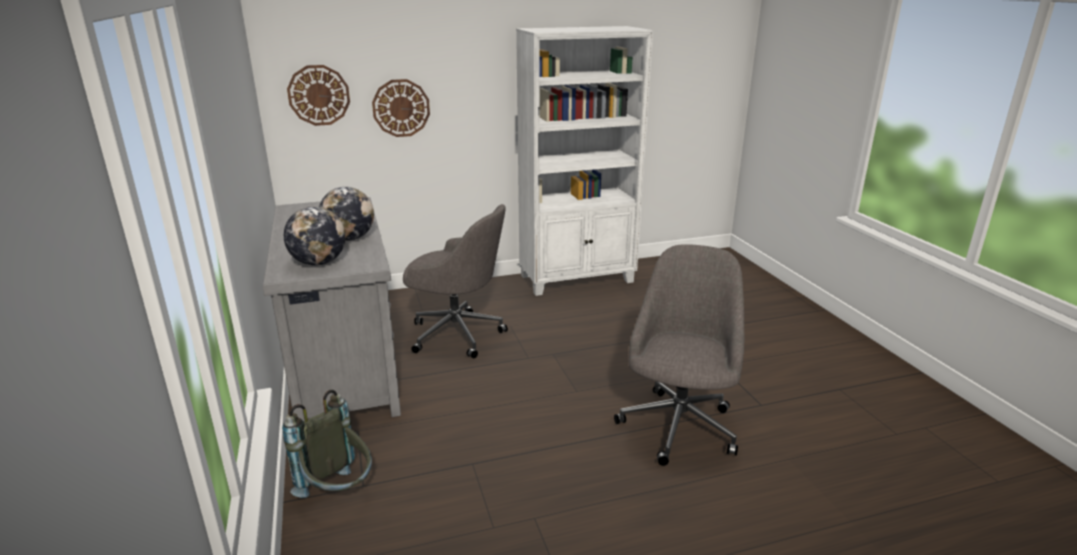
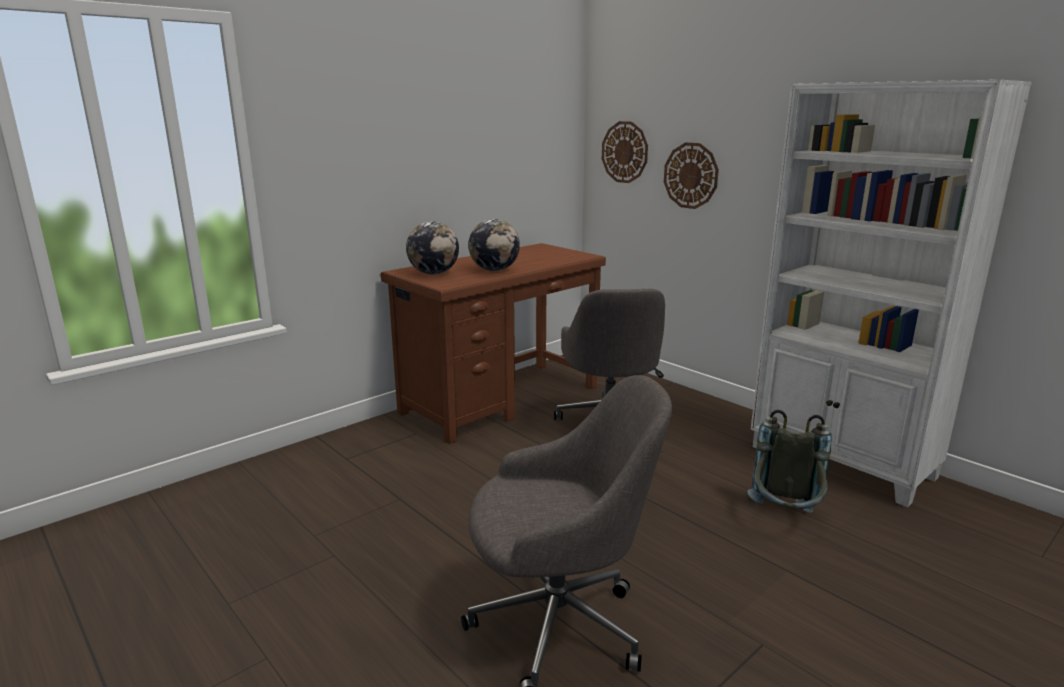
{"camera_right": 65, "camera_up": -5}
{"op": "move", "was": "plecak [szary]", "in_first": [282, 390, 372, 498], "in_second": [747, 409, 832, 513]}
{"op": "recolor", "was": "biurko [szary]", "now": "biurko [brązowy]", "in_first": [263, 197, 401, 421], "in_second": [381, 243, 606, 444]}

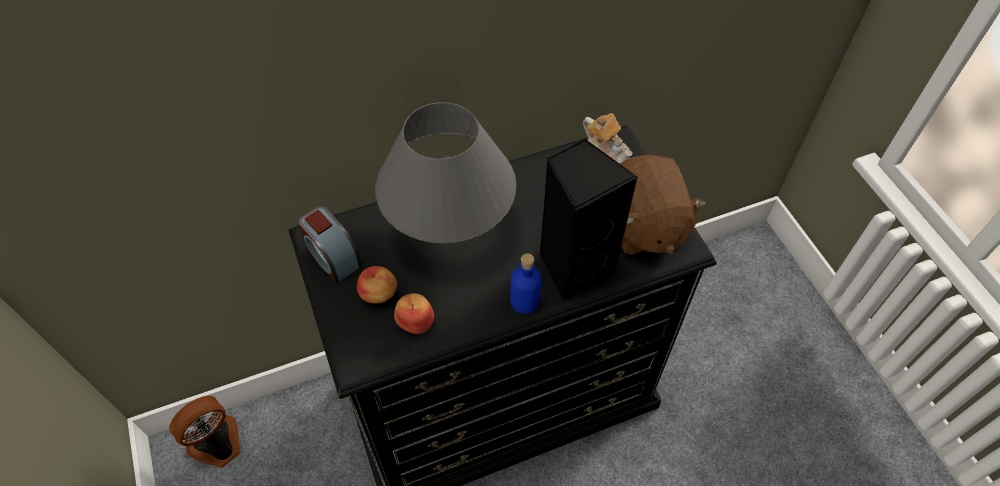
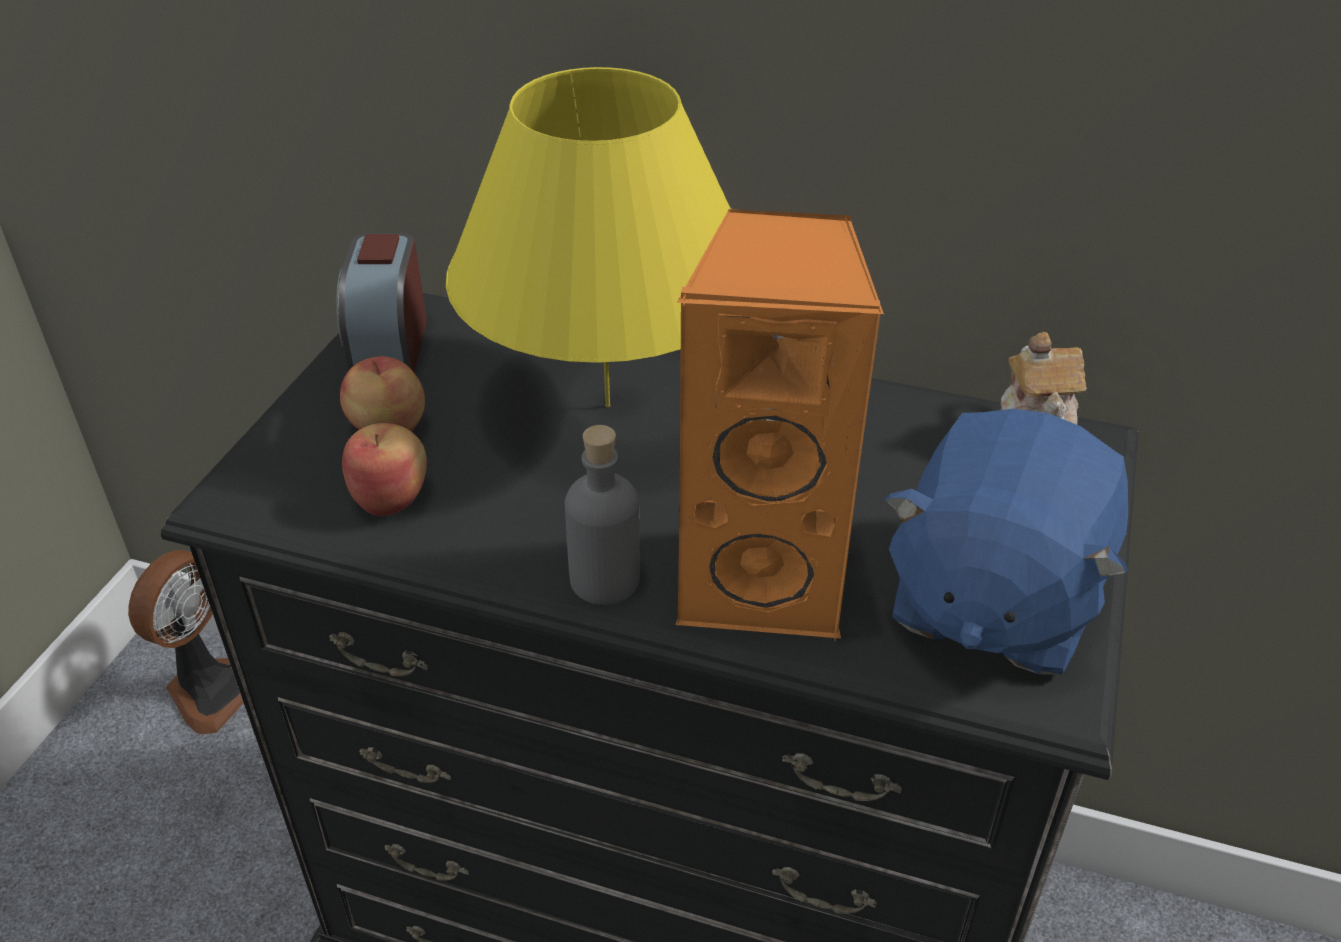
{"camera_right": 40, "camera_up": -15}
{"op": "recolor", "was": "lampa stołowa [szary]", "now": "lampa stołowa [żółty]", "in_first": [375, 102, 516, 243], "in_second": [446, 67, 731, 407]}
{"op": "recolor", "was": "butelka [niebieski]", "now": "butelka [szary]", "in_first": [510, 253, 542, 314], "in_second": [565, 425, 640, 605]}
{"op": "recolor", "was": "głośnik [czarny]", "now": "głośnik [pomarańczowy]", "in_first": [540, 139, 638, 302], "in_second": [675, 207, 884, 640]}
{"op": "recolor", "was": "pluszak [brązowy]", "now": "pluszak [niebieski]", "in_first": [620, 155, 707, 254], "in_second": [885, 409, 1129, 675]}
{"op": "rotate", "was": "wentylator", "in_first": [169, 396, 240, 468], "in_second": [128, 550, 243, 734], "clockwise": 120}

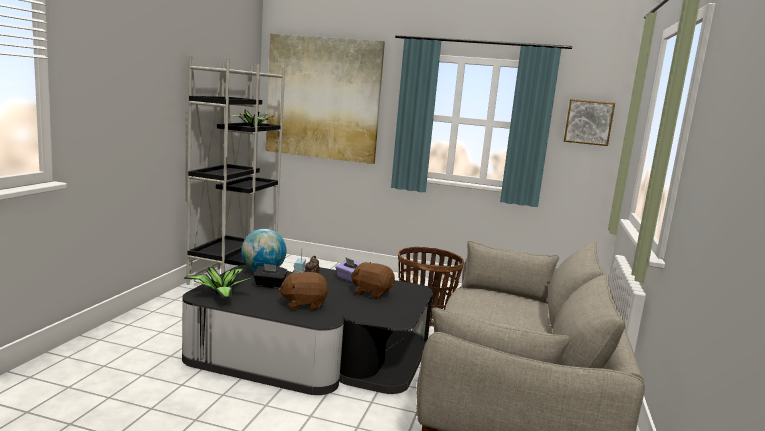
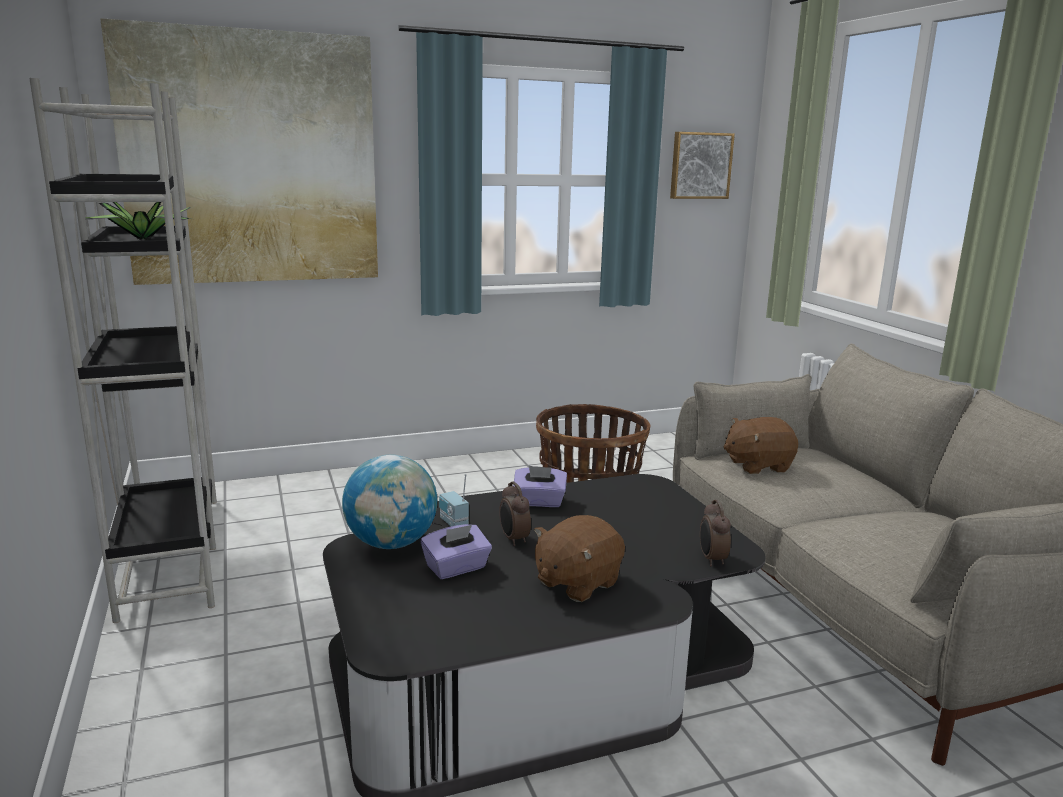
{"camera_right": -35, "camera_up": 5}
{"op": "delete", "was": "roślina doniczkowa", "in_first": [183, 267, 253, 298]}
{"op": "insert", "now": "budzik", "in_second": [700, 499, 731, 566]}
{"op": "move", "was": "pluszak [brązowy]", "in_first": [351, 262, 395, 299], "in_second": [724, 417, 798, 474]}
{"op": "recolor", "was": "pudełko chusteczek [czarny]", "now": "pudełko chusteczek [fioletowy]", "in_first": [254, 264, 287, 289], "in_second": [421, 524, 492, 579]}

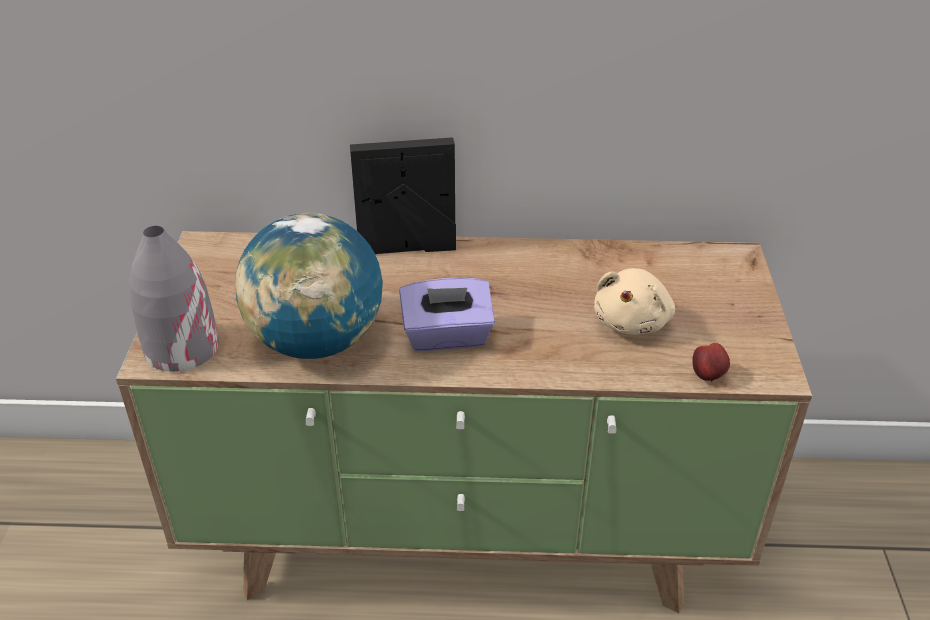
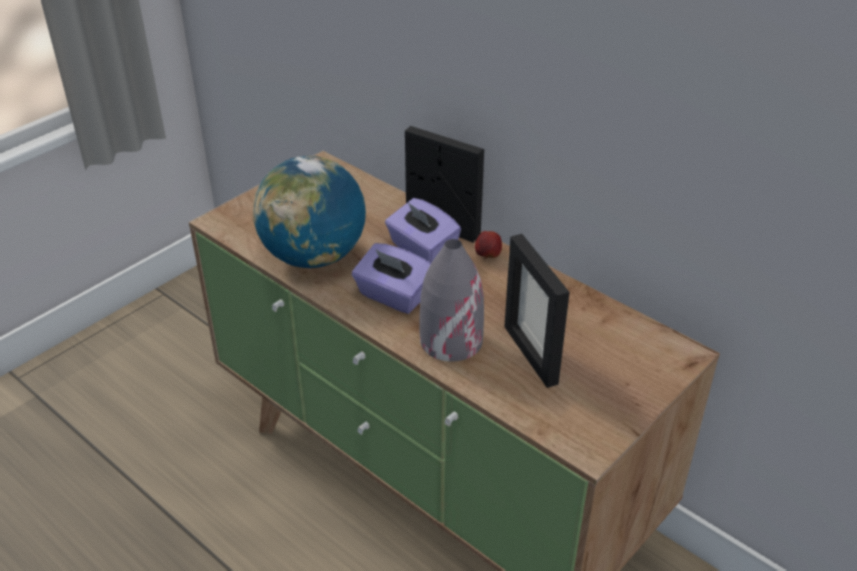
{"camera_right": 40, "camera_up": 0}
{"op": "insert", "now": "pudełko chusteczek [fioletowy]", "in_second": [385, 198, 461, 263]}
{"op": "move", "was": "wazon [szary]", "in_first": [129, 226, 219, 372], "in_second": [420, 239, 484, 362]}
{"op": "move", "was": "jabłko", "in_first": [692, 343, 730, 382], "in_second": [475, 231, 502, 259]}
{"op": "replace", "was": "pluszak [beżowy]", "now": "ramka na zdjęcie", "in_first": [594, 268, 675, 335], "in_second": [504, 234, 570, 388]}

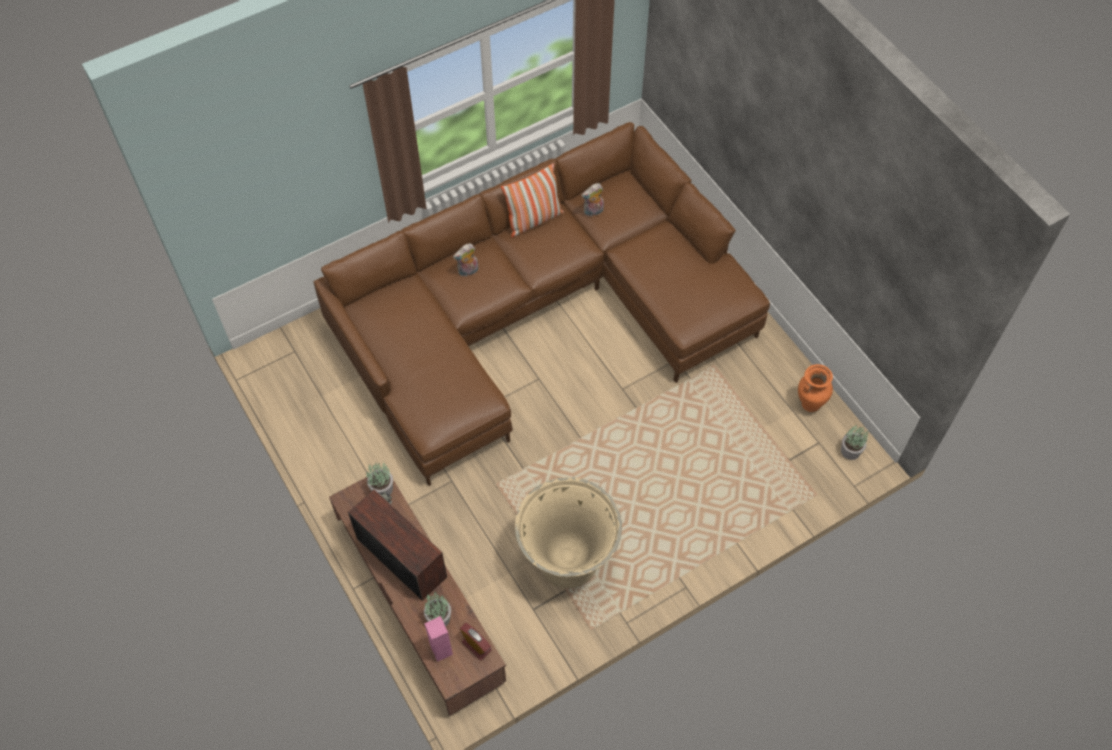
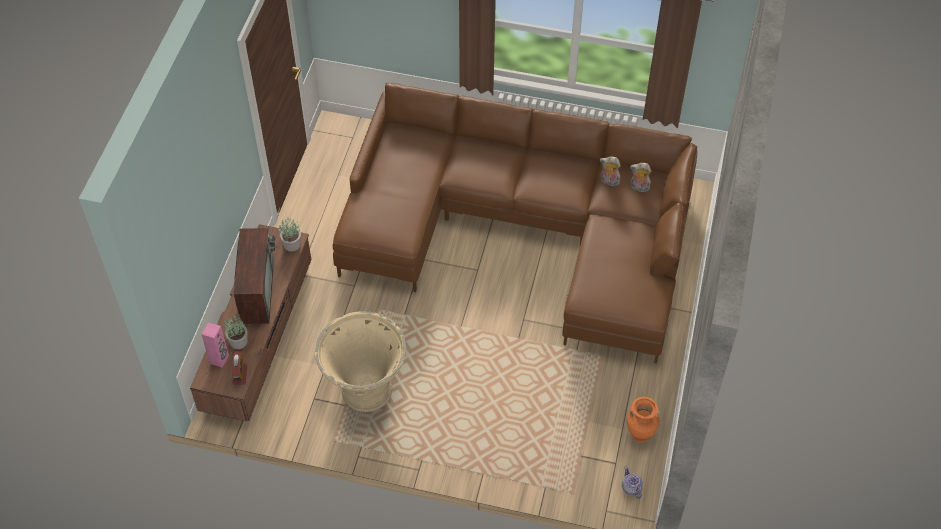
{"camera_right": 45, "camera_up": -5}
{"op": "delete", "was": "poduszka", "in_first": [501, 163, 564, 237]}
{"op": "move", "was": "pluszak", "in_first": [453, 243, 478, 277], "in_second": [630, 163, 651, 192]}
{"op": "replace", "was": "roślina doniczkowa", "now": "imbryk", "in_first": [841, 425, 869, 460], "in_second": [622, 466, 643, 499]}

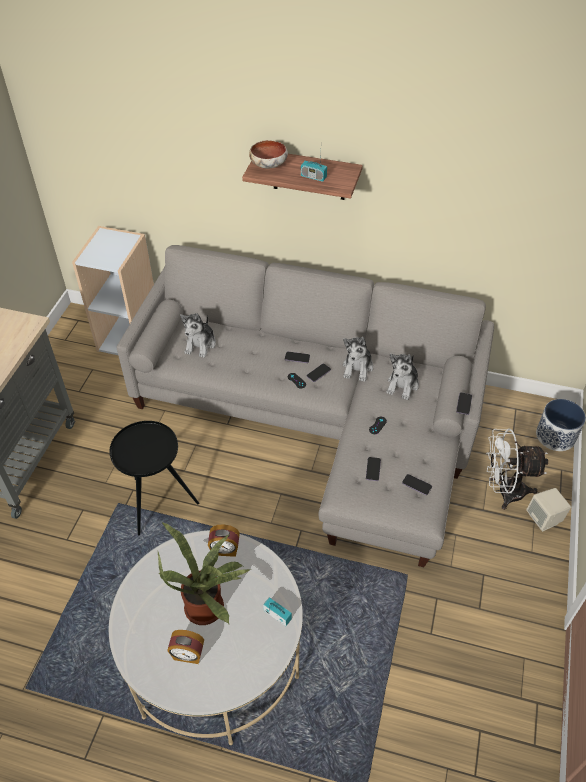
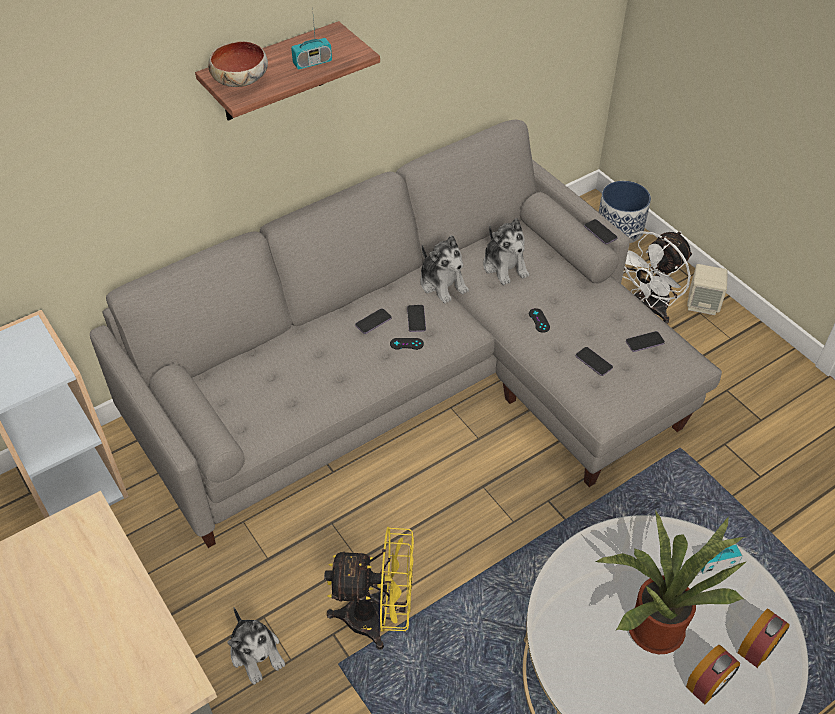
{"camera_right": -50, "camera_up": 0}
{"op": "move", "was": "pluszak", "in_first": [180, 313, 216, 358], "in_second": [227, 607, 285, 684]}
{"op": "move", "was": "budzik", "in_first": [208, 524, 240, 557], "in_second": [737, 608, 789, 668]}
{"op": "replace", "was": "stolik [czarny]", "now": "wentylator [żółty]", "in_first": [109, 421, 199, 535], "in_second": [324, 527, 414, 650]}

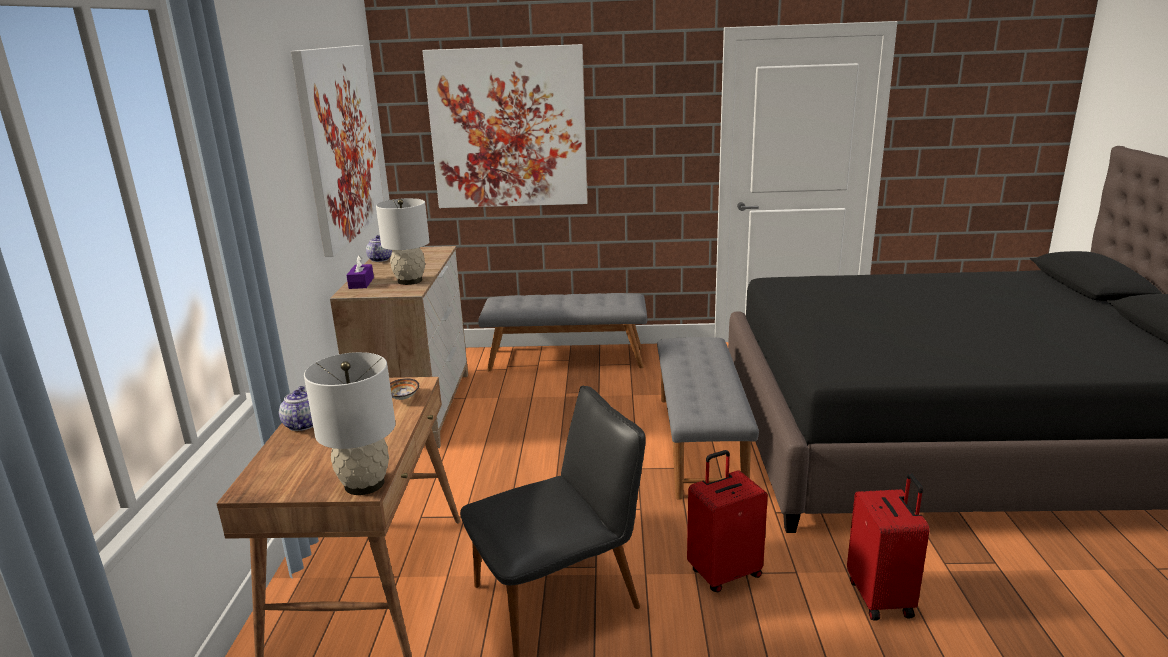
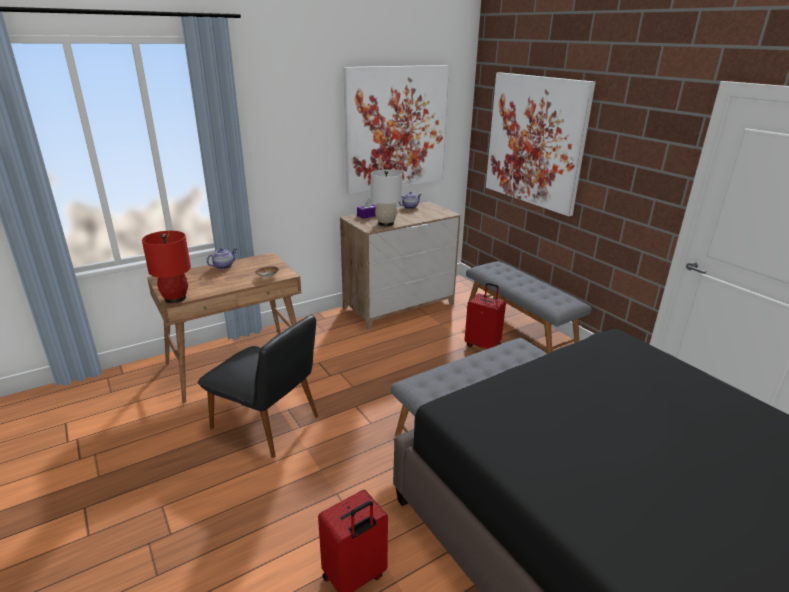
{"camera_right": 55, "camera_up": 5}
{"op": "move", "was": "walizka [czerwony]", "in_first": [687, 450, 768, 592], "in_second": [465, 283, 506, 349]}
{"op": "recolor", "was": "lampa stołowa [biały]", "now": "lampa stołowa [czerwony]", "in_first": [304, 352, 395, 495], "in_second": [142, 231, 191, 303]}

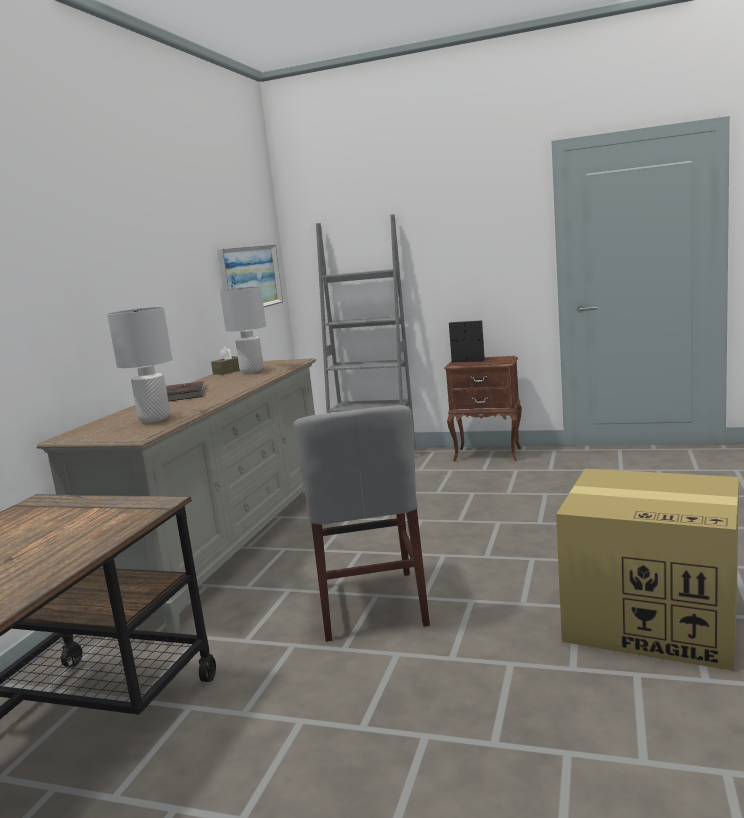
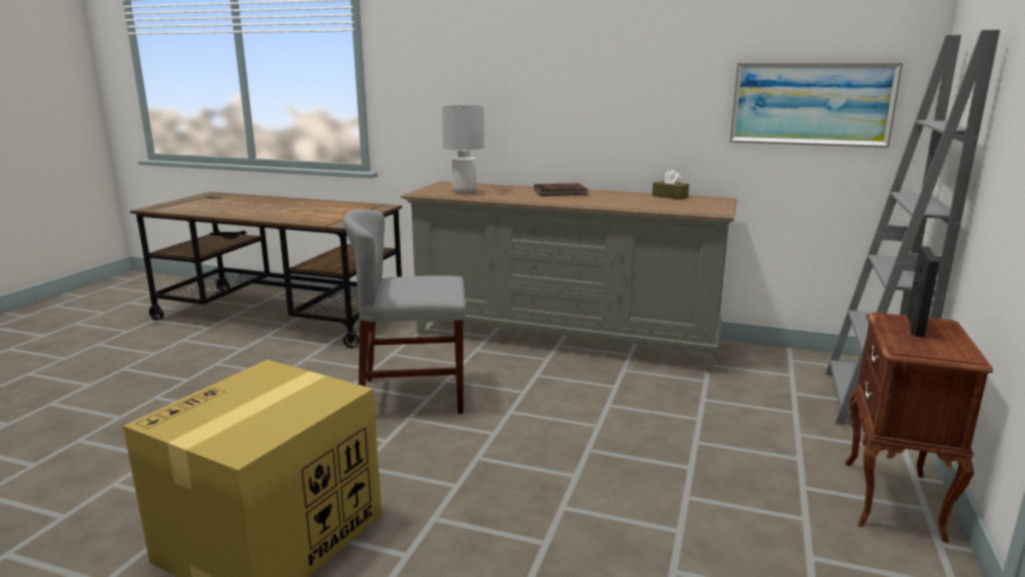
{"camera_right": 90, "camera_up": 5}
{"op": "delete", "was": "lampa stołowa [szary]", "in_first": [220, 286, 266, 373]}

